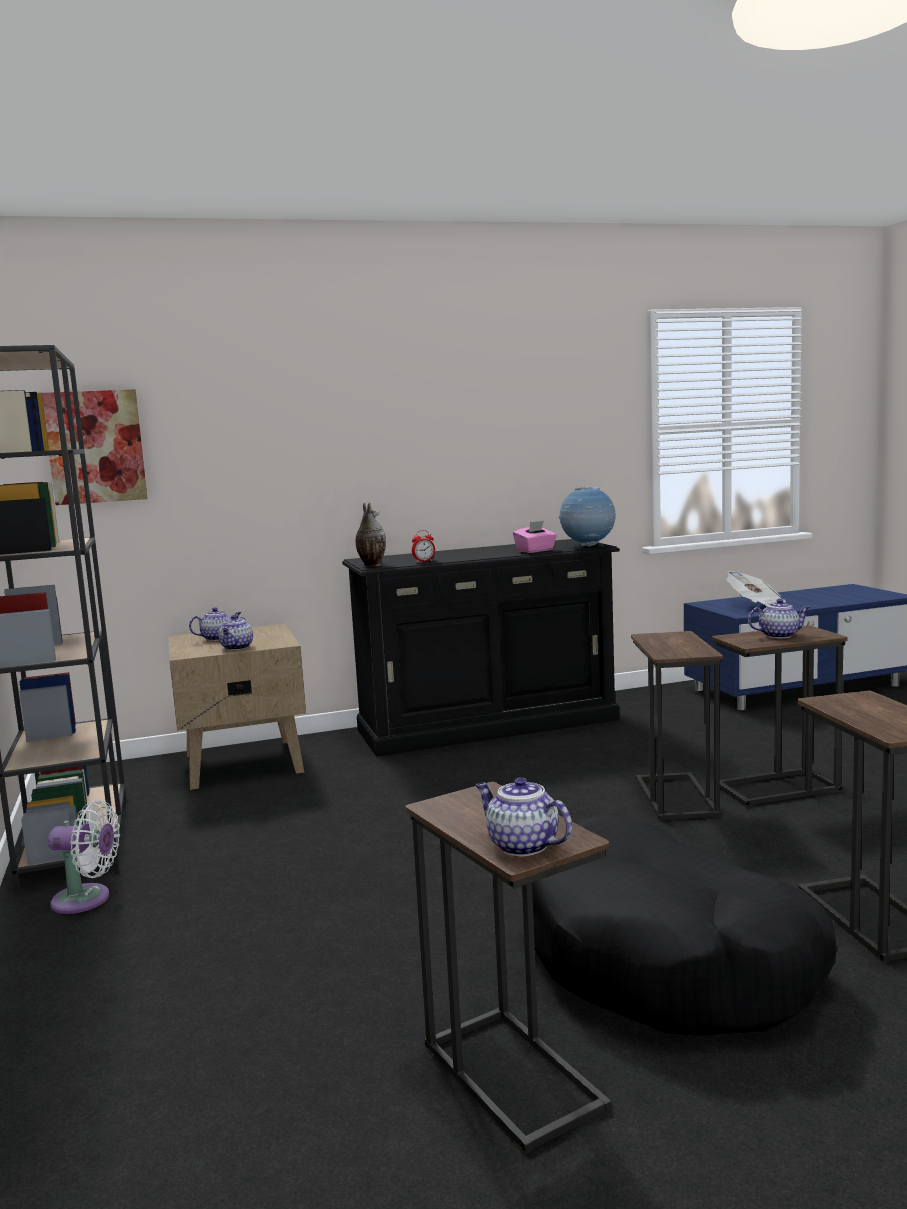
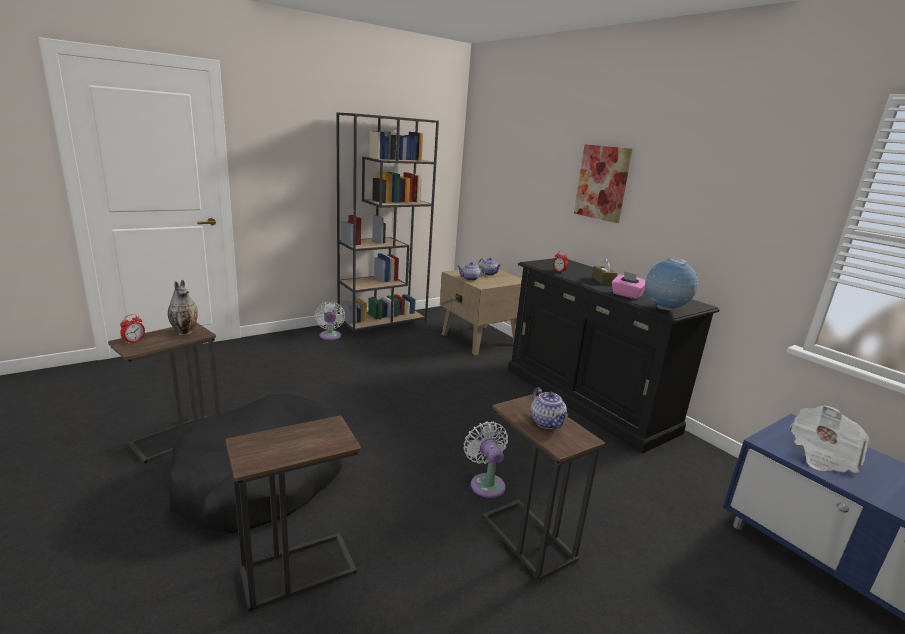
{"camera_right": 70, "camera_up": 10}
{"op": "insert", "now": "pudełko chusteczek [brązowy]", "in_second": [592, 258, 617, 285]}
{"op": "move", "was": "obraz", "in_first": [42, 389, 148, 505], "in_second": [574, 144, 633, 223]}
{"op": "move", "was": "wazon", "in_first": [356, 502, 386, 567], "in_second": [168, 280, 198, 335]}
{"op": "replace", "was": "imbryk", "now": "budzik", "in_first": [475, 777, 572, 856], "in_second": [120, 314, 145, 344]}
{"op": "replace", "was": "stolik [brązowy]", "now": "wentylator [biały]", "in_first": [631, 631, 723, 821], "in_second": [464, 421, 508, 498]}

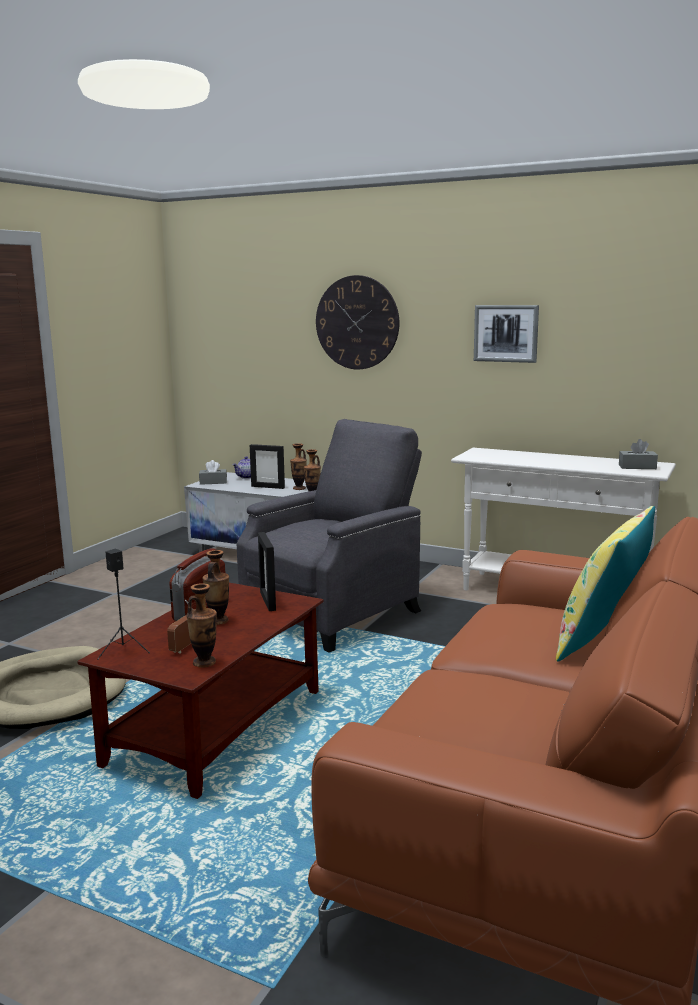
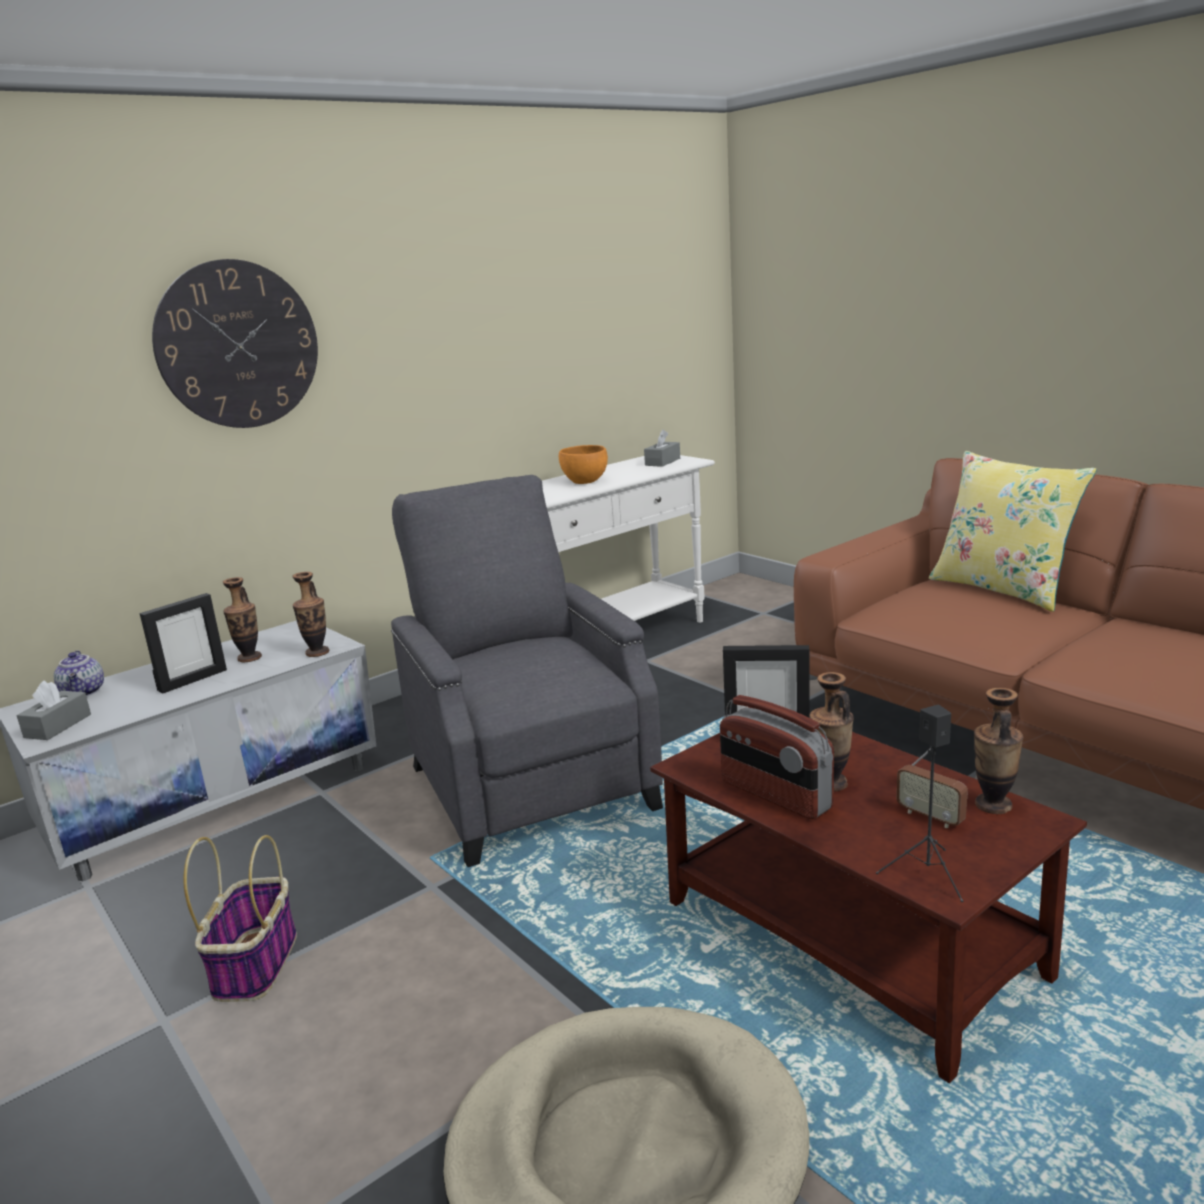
{"camera_right": -65, "camera_up": 5}
{"op": "delete", "was": "obraz", "in_first": [474, 305, 539, 363]}
{"op": "insert", "now": "koszyk", "in_second": [183, 835, 297, 1002]}
{"op": "insert", "now": "miska [pomarańczowy]", "in_second": [559, 445, 608, 484]}

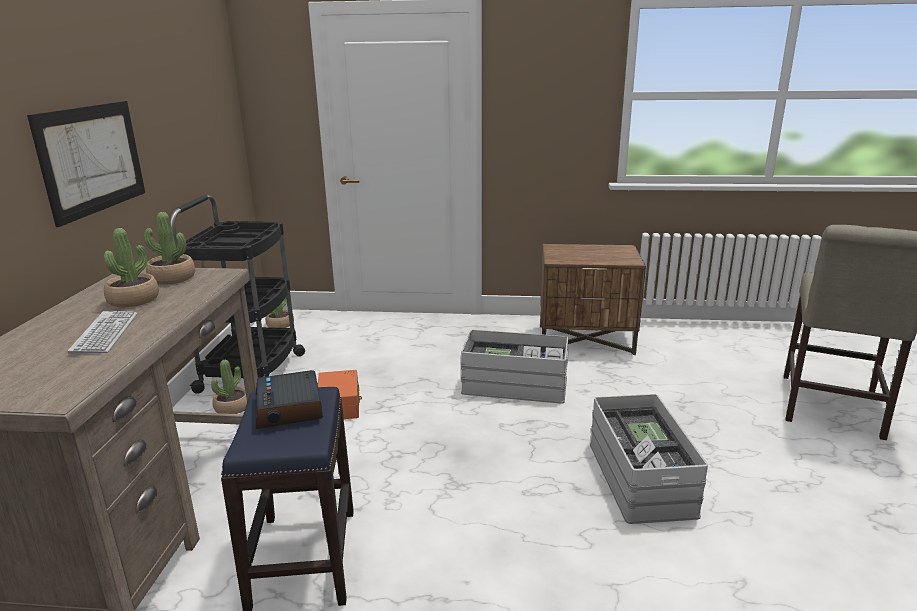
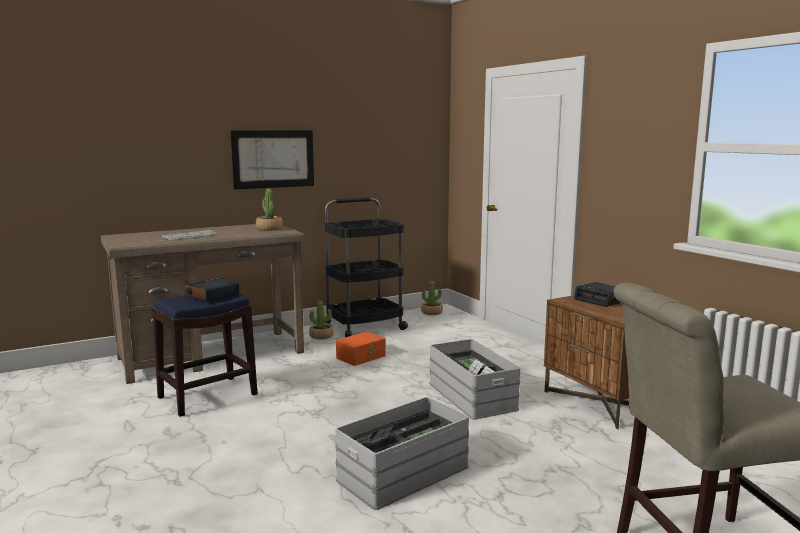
{"camera_right": 55, "camera_up": -10}
{"op": "delete", "was": "roślina doniczkowa", "in_first": [104, 228, 159, 307]}
{"op": "insert", "now": "budzik", "in_second": [574, 282, 621, 307]}

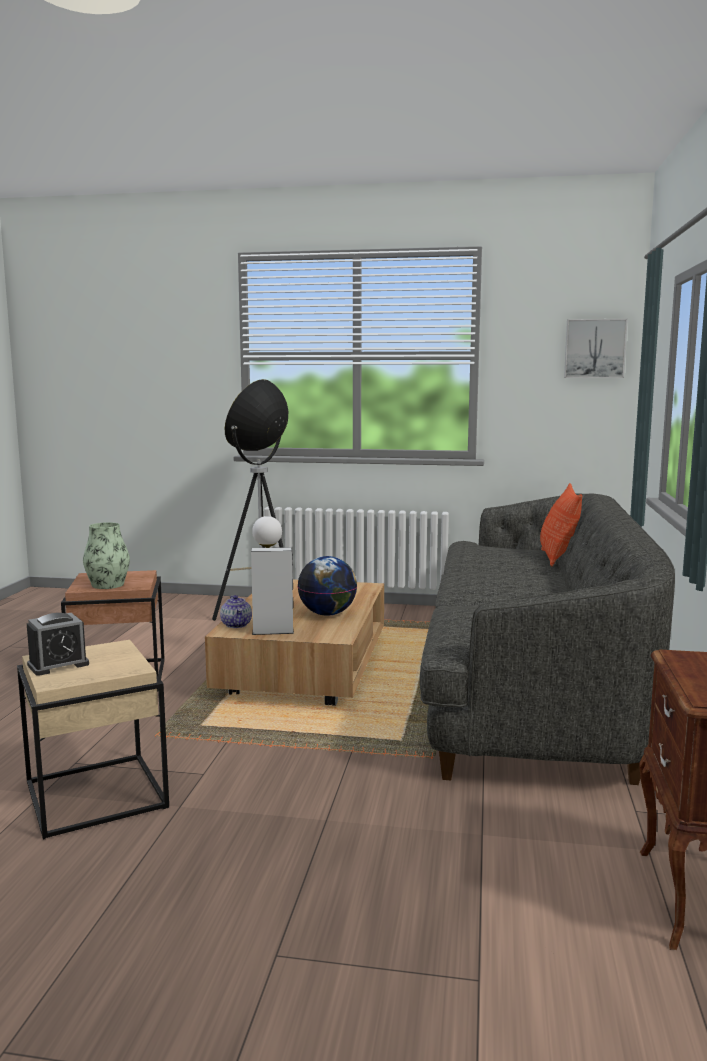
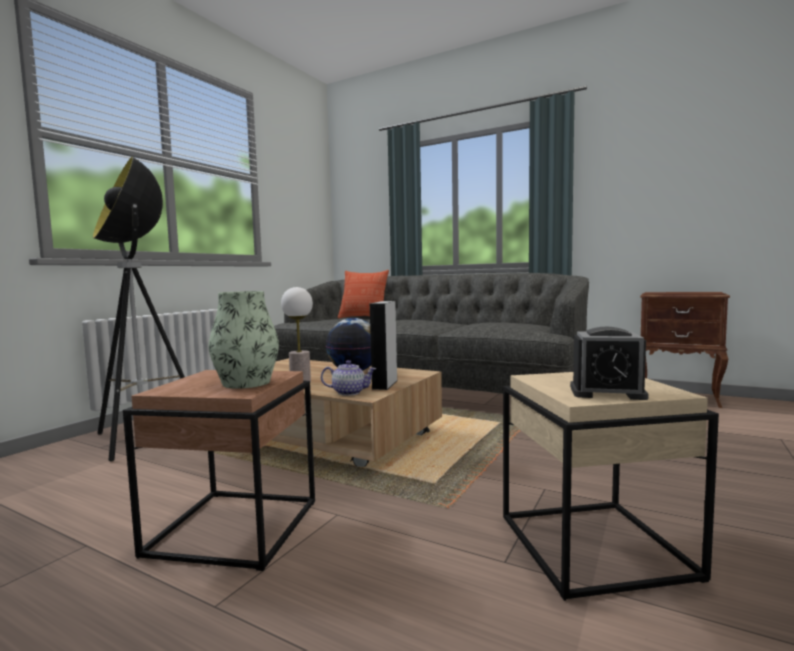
{"camera_right": -70, "camera_up": -5}
{"op": "delete", "was": "obraz", "in_first": [564, 319, 628, 378]}
{"op": "rotate", "was": "budzik", "in_first": [27, 613, 89, 676], "in_second": [570, 327, 649, 400], "clockwise": 120}

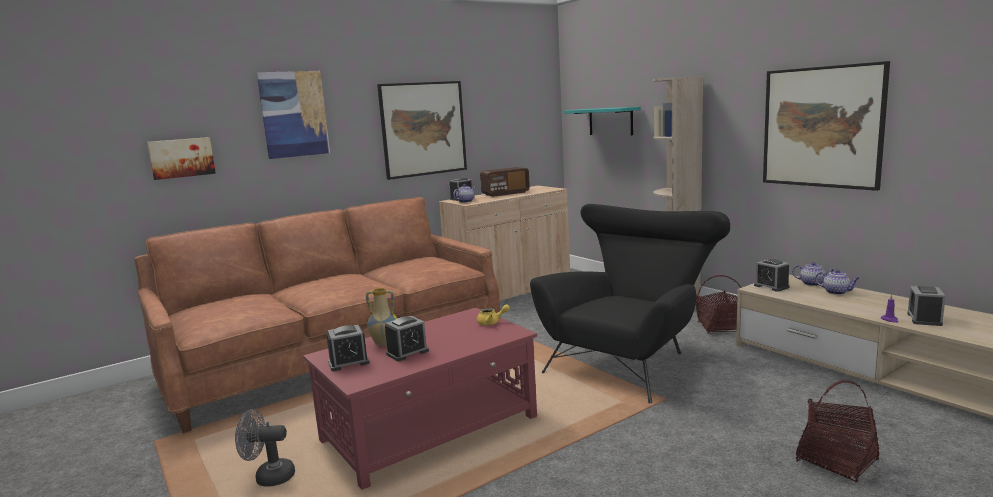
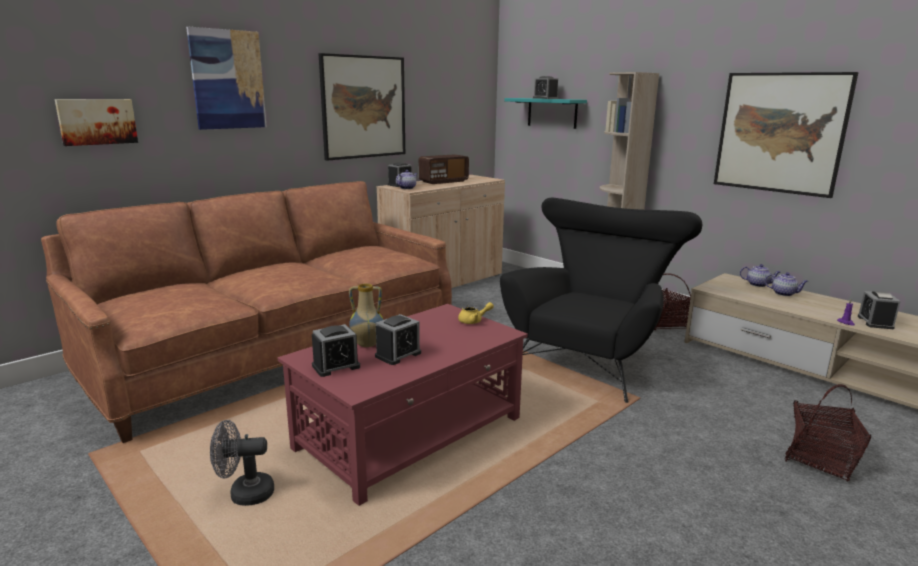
{"camera_right": -10, "camera_up": 5}
{"op": "move", "was": "budzik", "in_first": [754, 259, 790, 292], "in_second": [533, 76, 558, 99]}

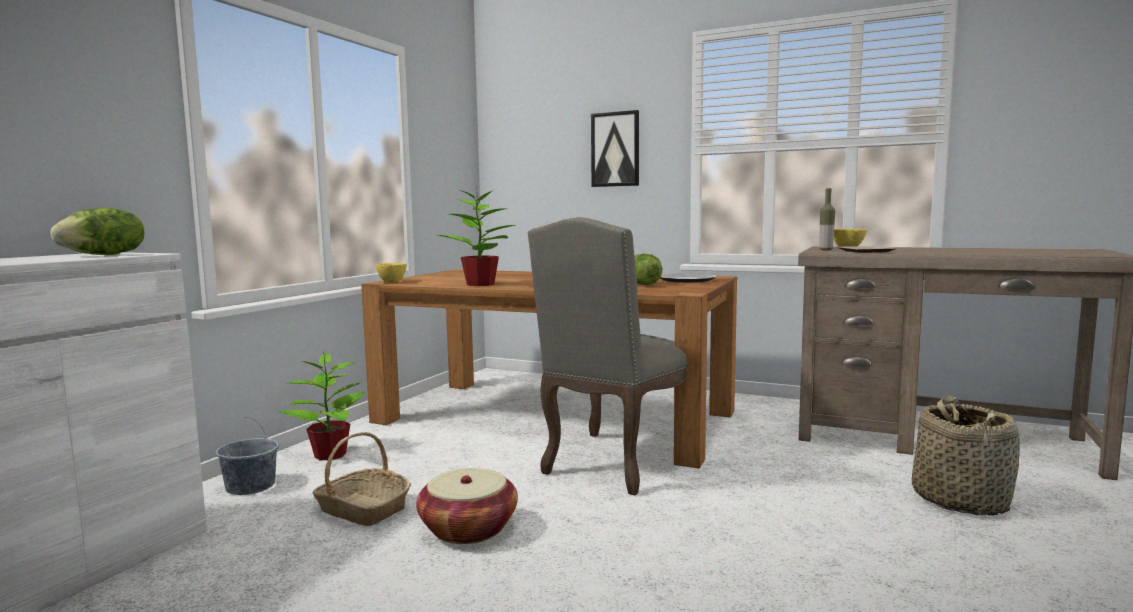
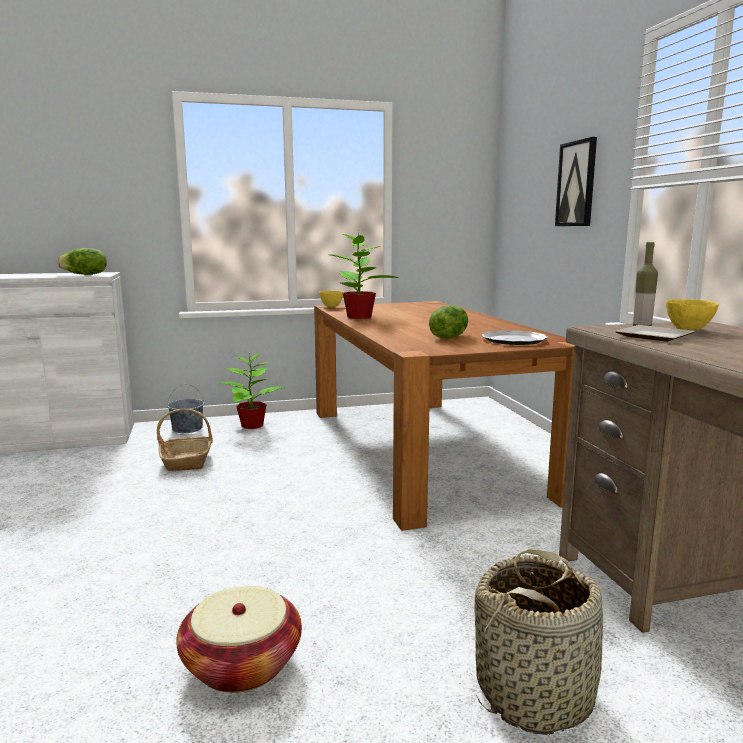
{"camera_right": 50, "camera_up": 5}
{"op": "delete", "was": "krzesło [szary]", "in_first": [528, 217, 687, 495]}
{"op": "move", "was": "koszyk", "in_first": [416, 468, 518, 544], "in_second": [176, 586, 302, 693]}

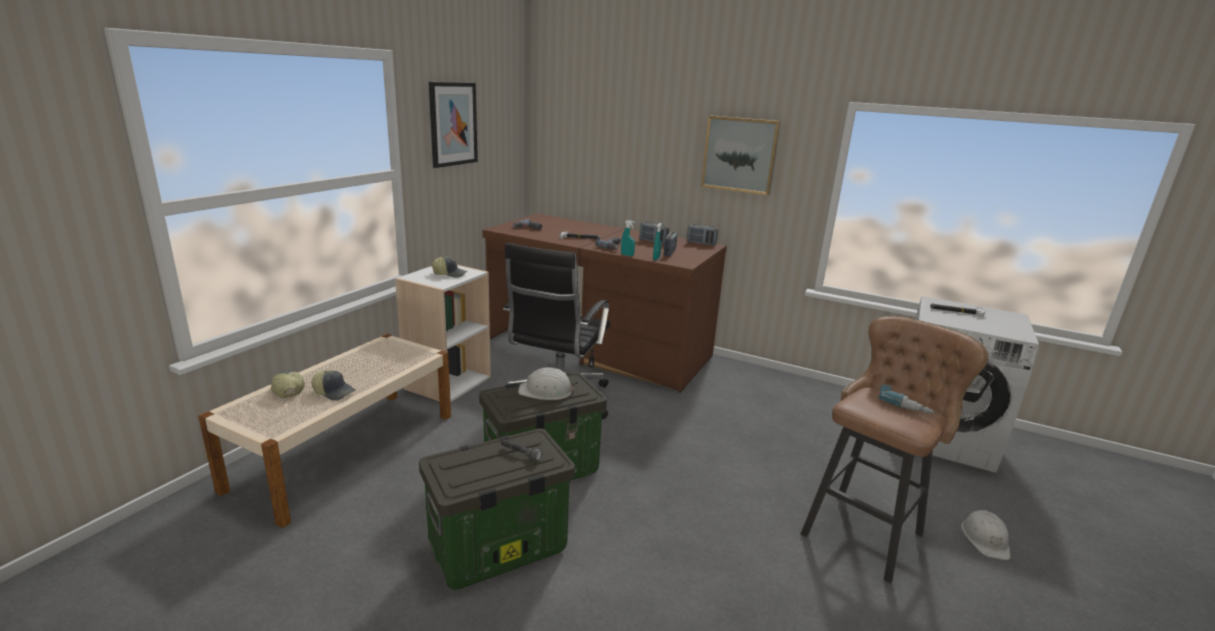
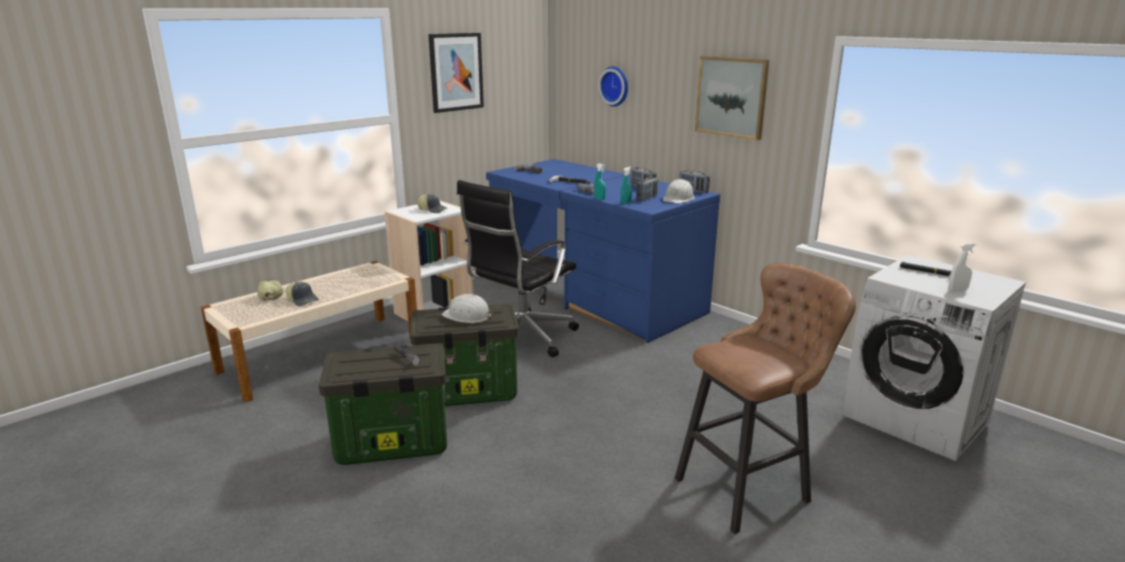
{"camera_right": 20, "camera_up": 0}
{"op": "delete", "was": "wiertarka", "in_first": [878, 384, 935, 414]}
{"op": "insert", "now": "zegar ścienny", "in_second": [598, 66, 628, 106]}
{"op": "insert", "now": "spryskiwacz [biały]", "in_second": [948, 243, 976, 291]}
{"op": "move", "was": "kask [biały]", "in_first": [961, 510, 1010, 560], "in_second": [663, 179, 695, 203]}
{"op": "recolor", "was": "biurko [brązowy]", "now": "biurko [niebieski]", "in_first": [482, 214, 727, 393], "in_second": [486, 159, 720, 343]}

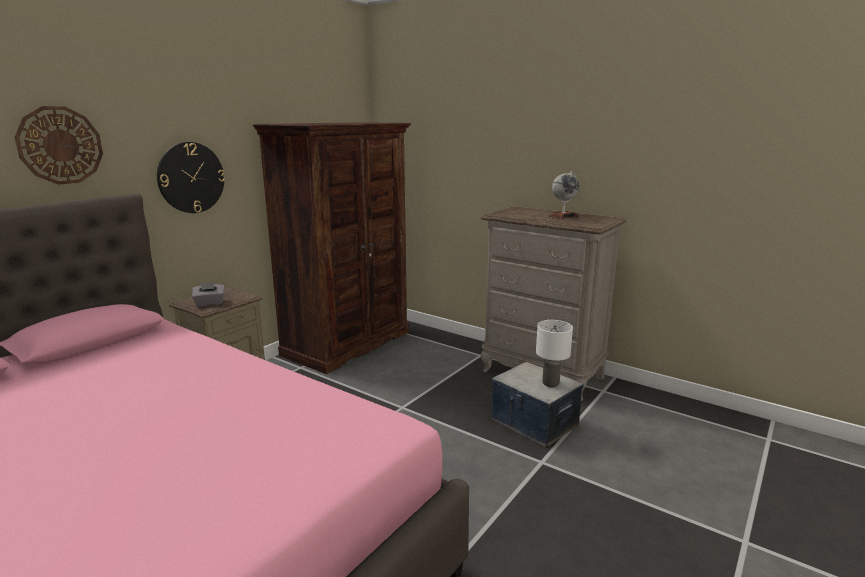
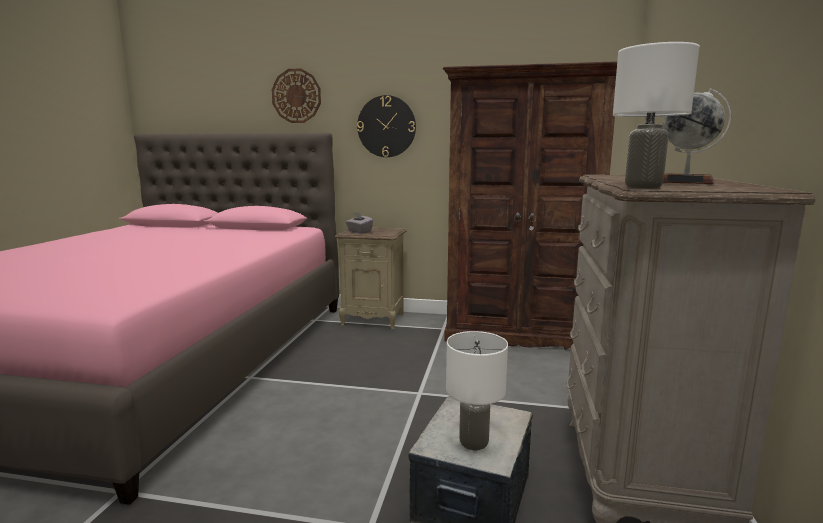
{"camera_right": 65, "camera_up": -5}
{"op": "insert", "now": "lampa stołowa [biały]", "in_second": [613, 42, 700, 188]}

